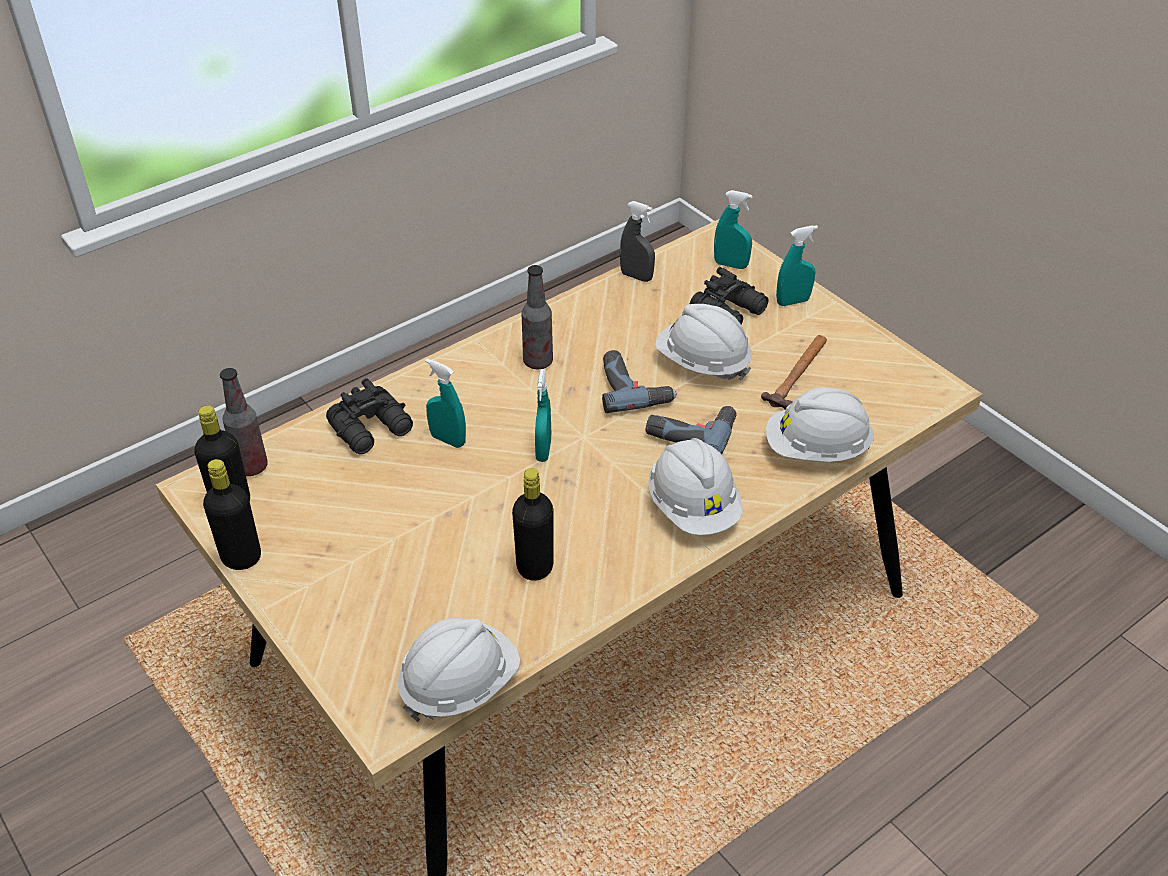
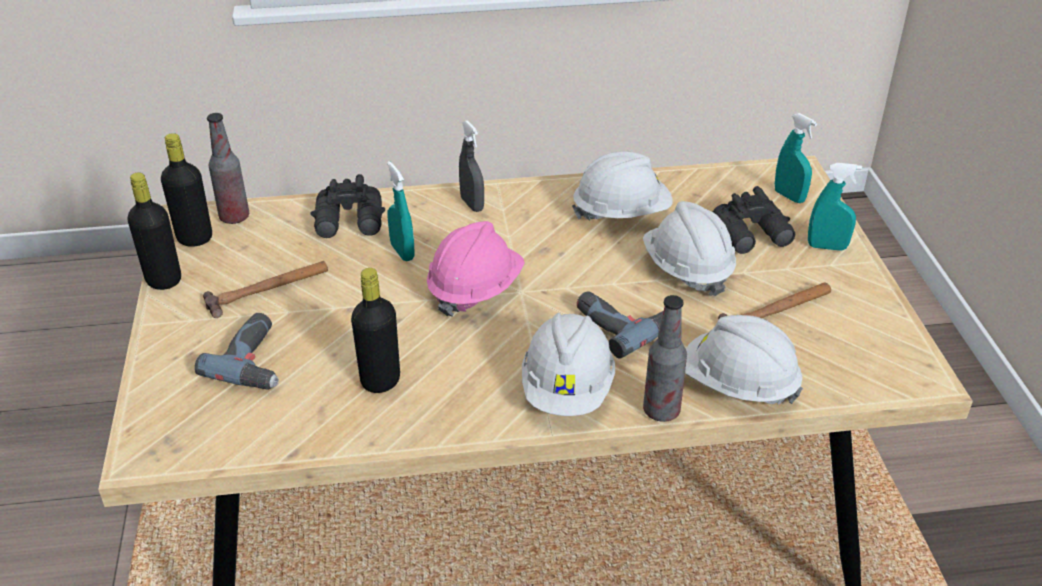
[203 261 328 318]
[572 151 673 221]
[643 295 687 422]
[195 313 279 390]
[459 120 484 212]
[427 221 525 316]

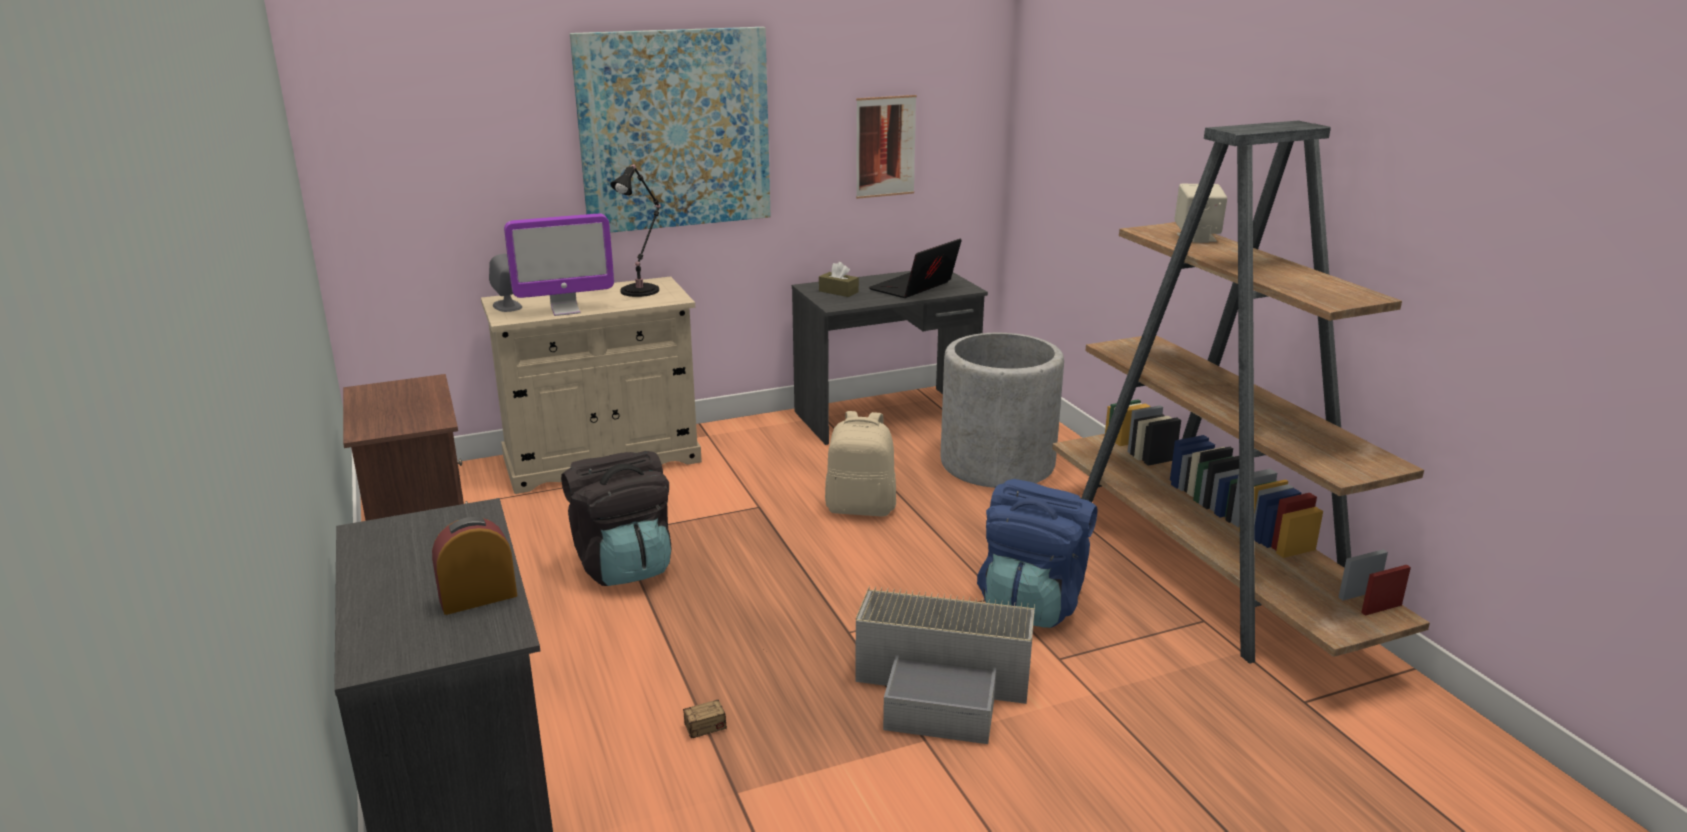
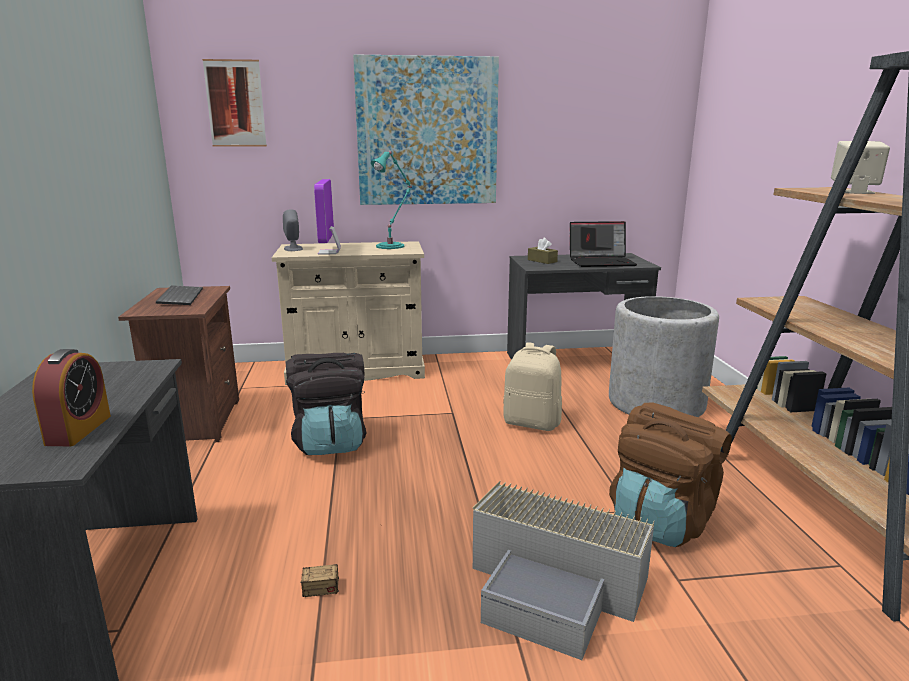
[156 285 203 305]
[202 59 267 147]
[371 151 412 249]
[609 402 732 547]
[32 349 111 446]
[314 179 341 255]
[570 221 637 267]

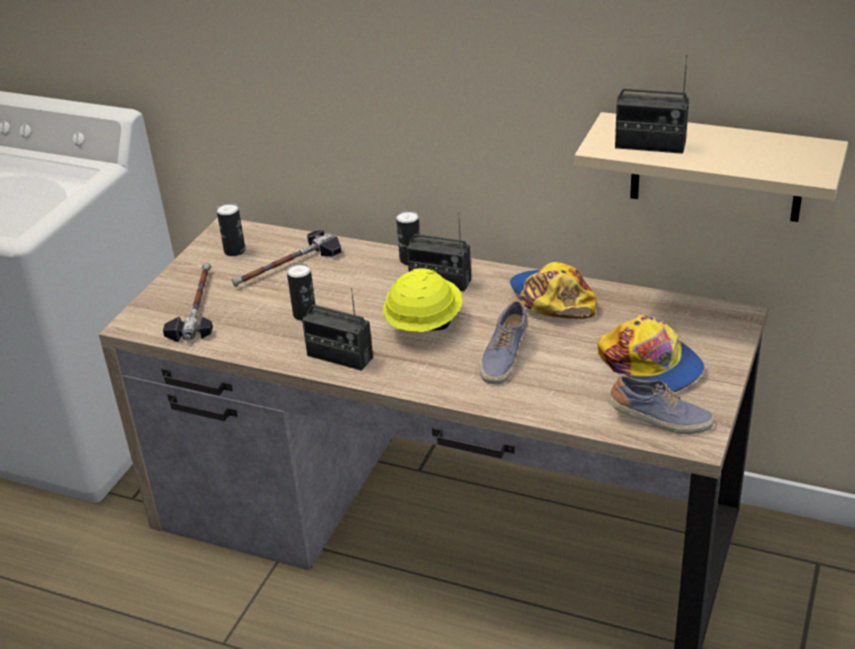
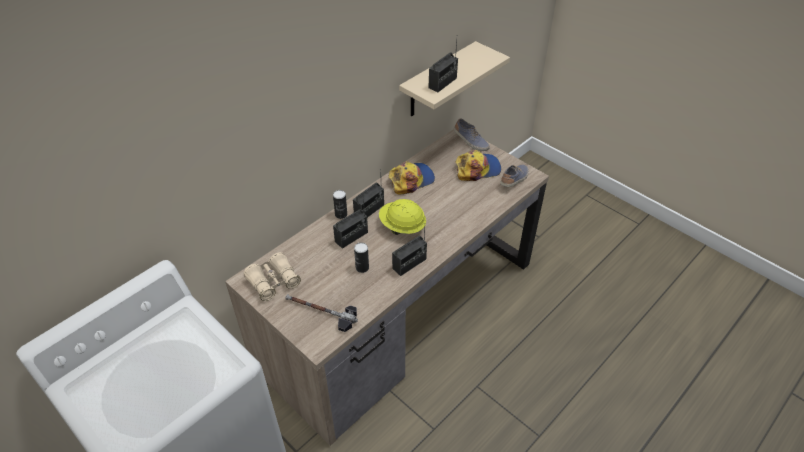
[232 230 342 287] (first image)
[333 196 368 249]
[454 118 490 151]
[243 252 301 301]
[389 161 435 195]

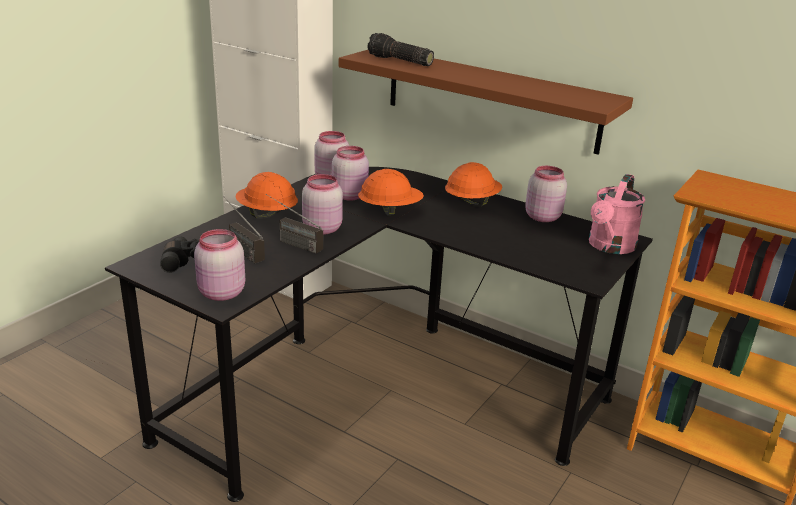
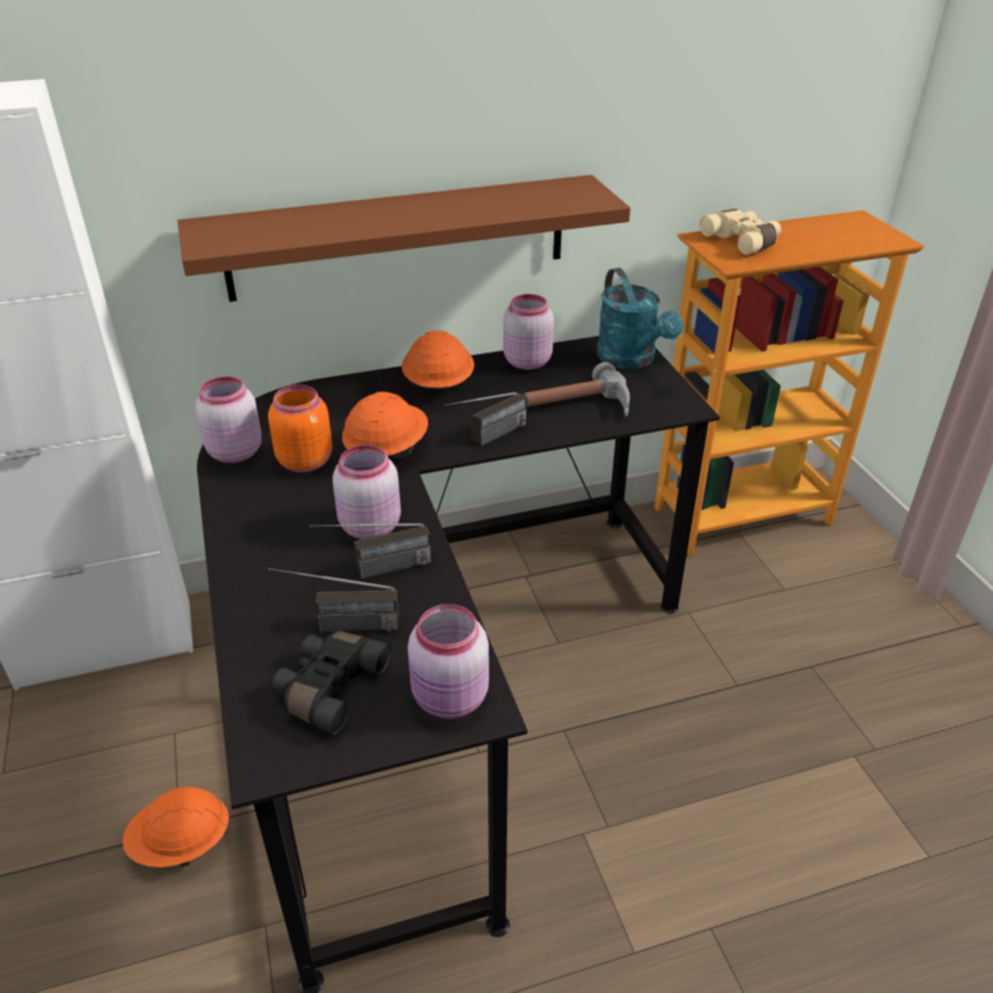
[368 33 434 66] (first image)
[445 392 527 446]
[524 362 630 417]
[700 209 781 254]
[122 787 229 867]
[268 385 333 472]
[597 268 683 369]

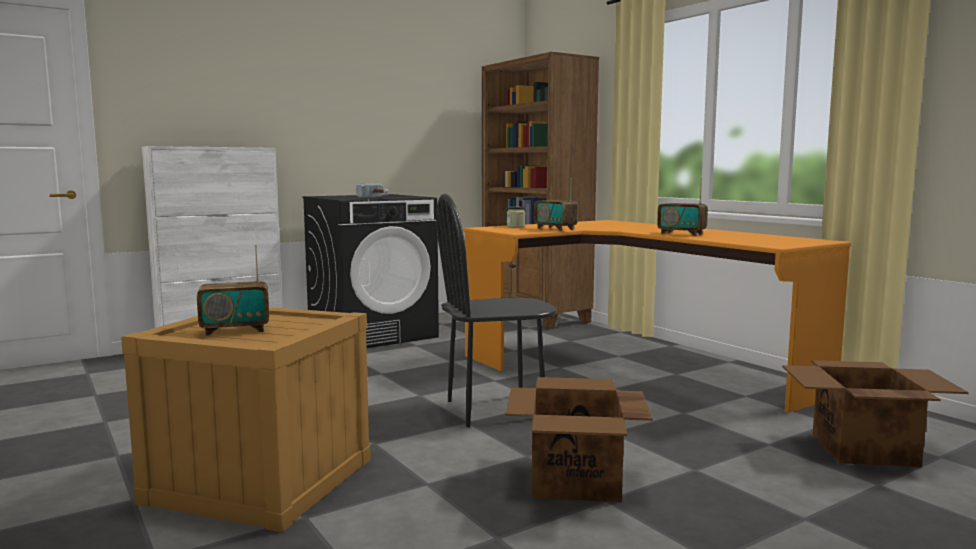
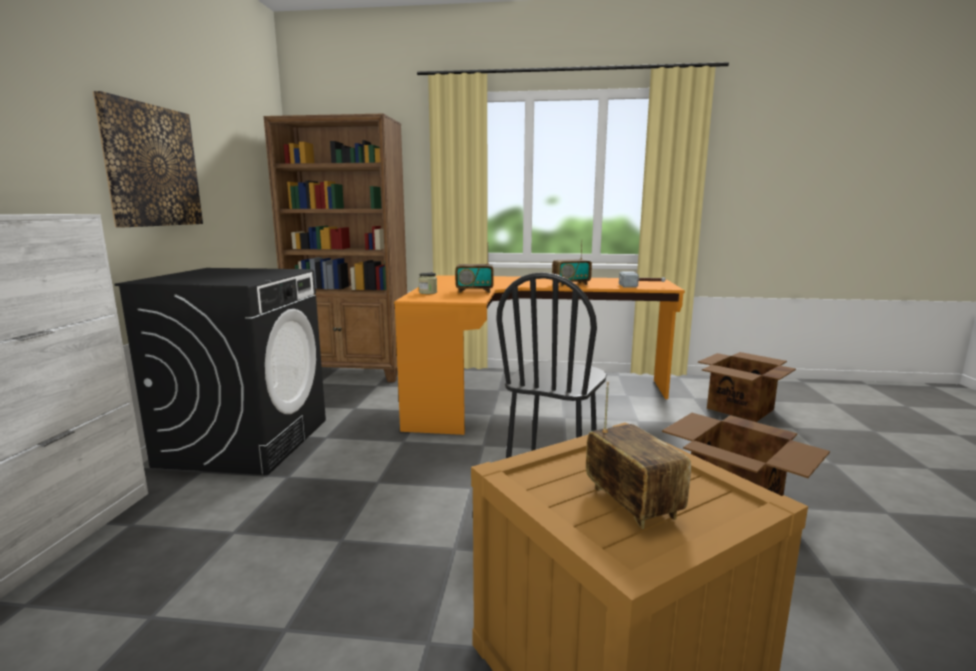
[93 91 203 228]
[619 271 666 288]
[586 381 691 529]

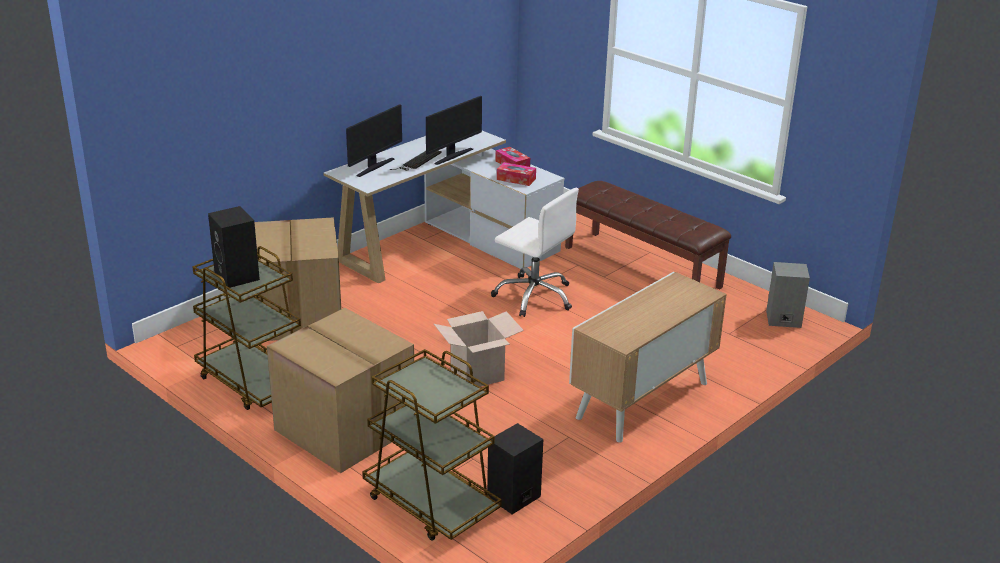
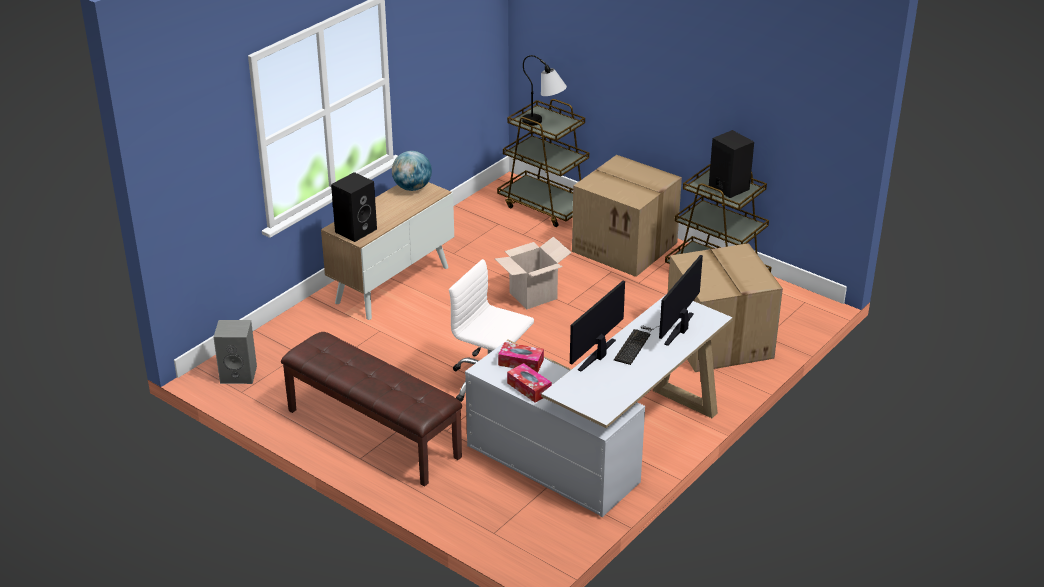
[392 151 432 191]
[522 55 567 126]
[331 172 377 242]

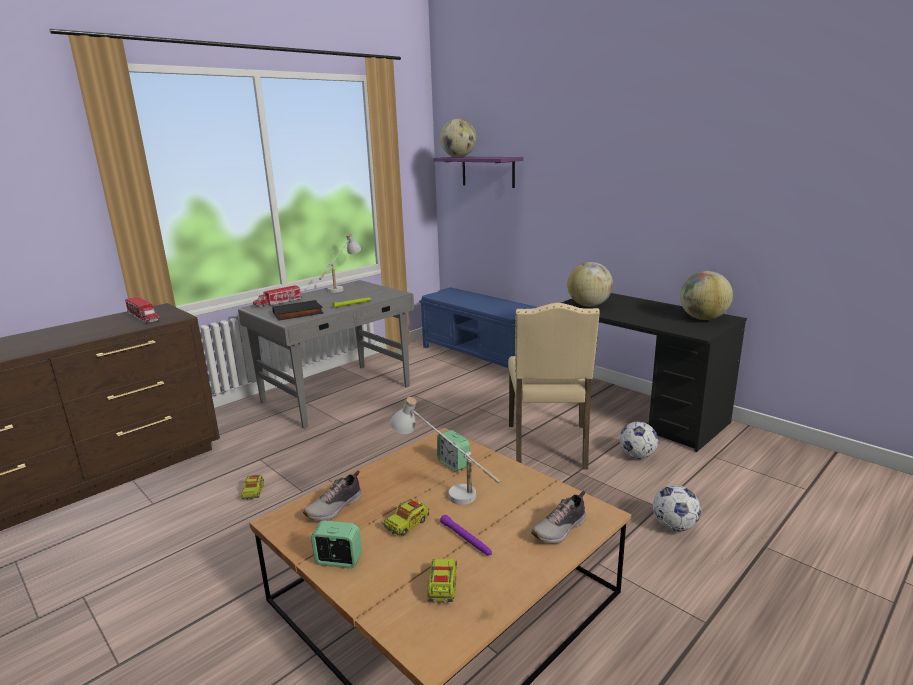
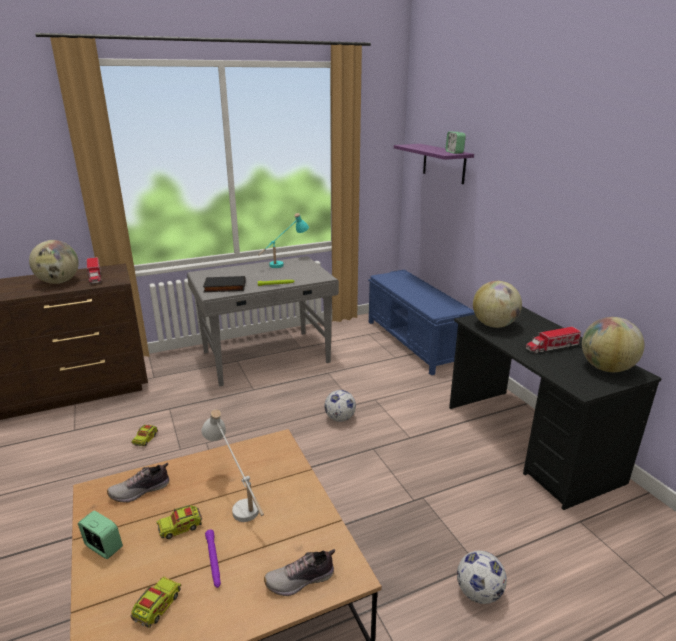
[508 303 600 470] (first image)
[526 327 581 354]
[446 132 466 154]
[29 240 79 284]
[324 390 356 422]
[258 213 309 268]

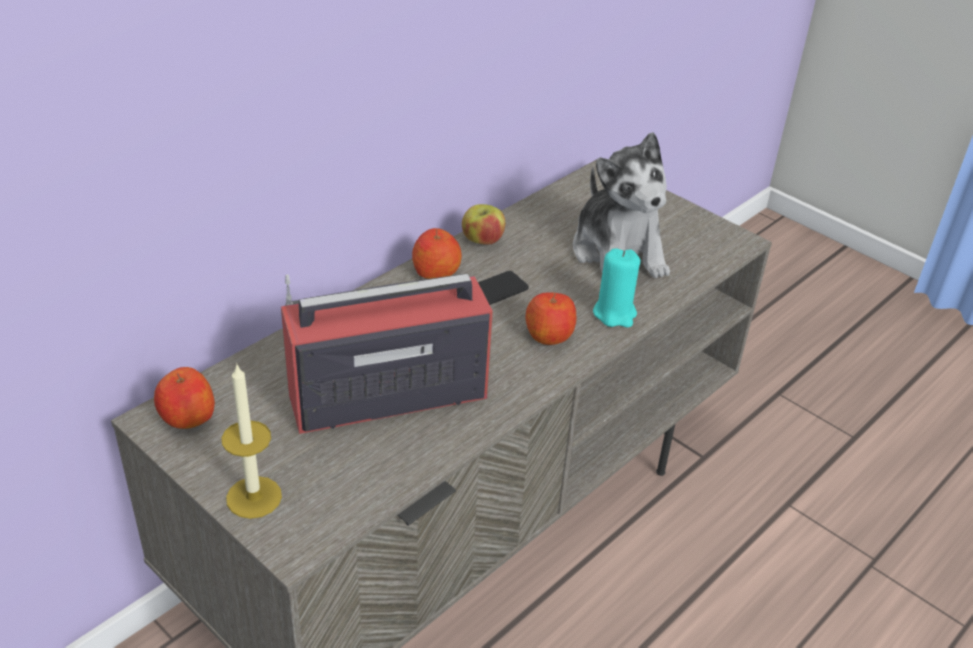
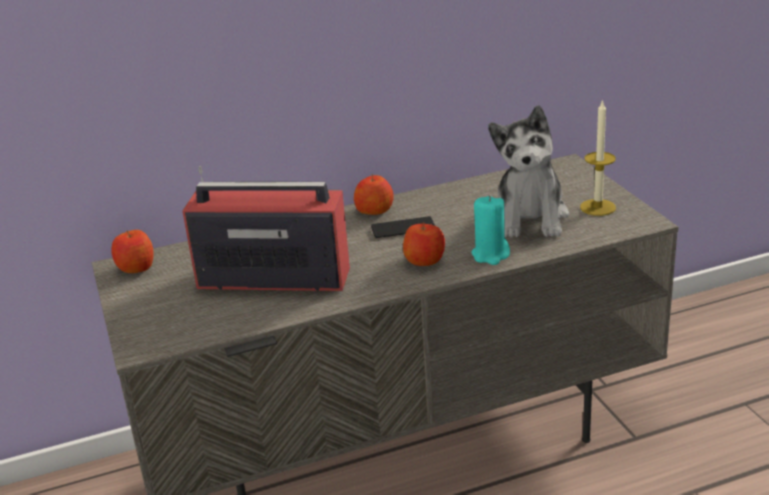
[462 204 505 245] (first image)
[580 99 616 216]

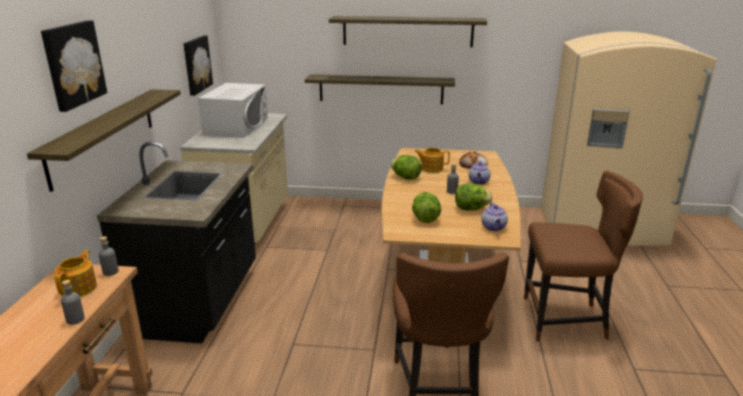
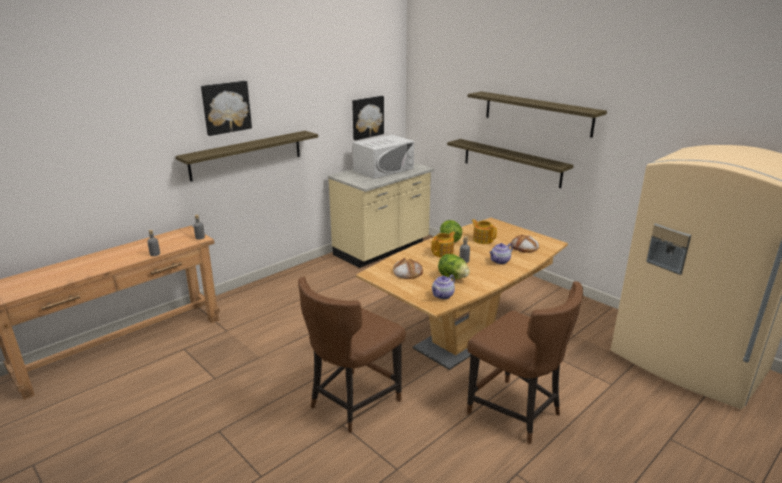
[97 142 256 343] (first image)
[431 232 455 257]
[393 257 423 279]

